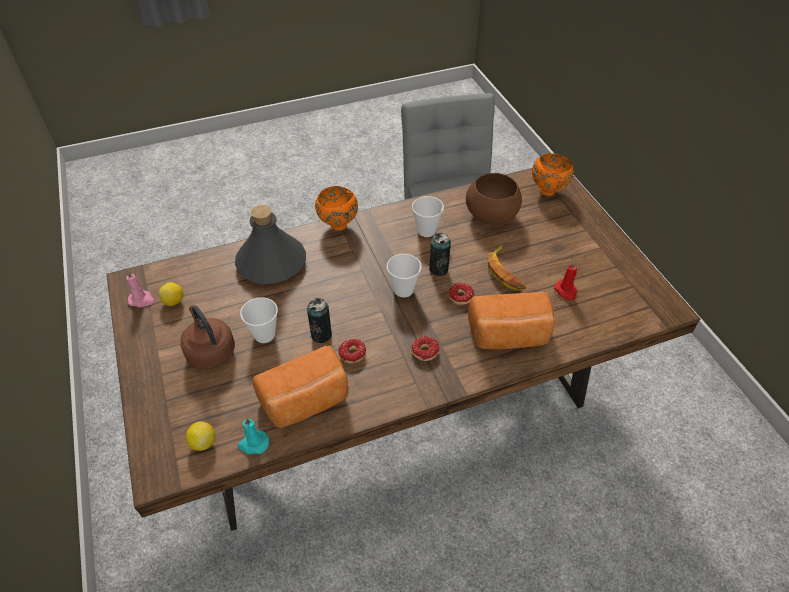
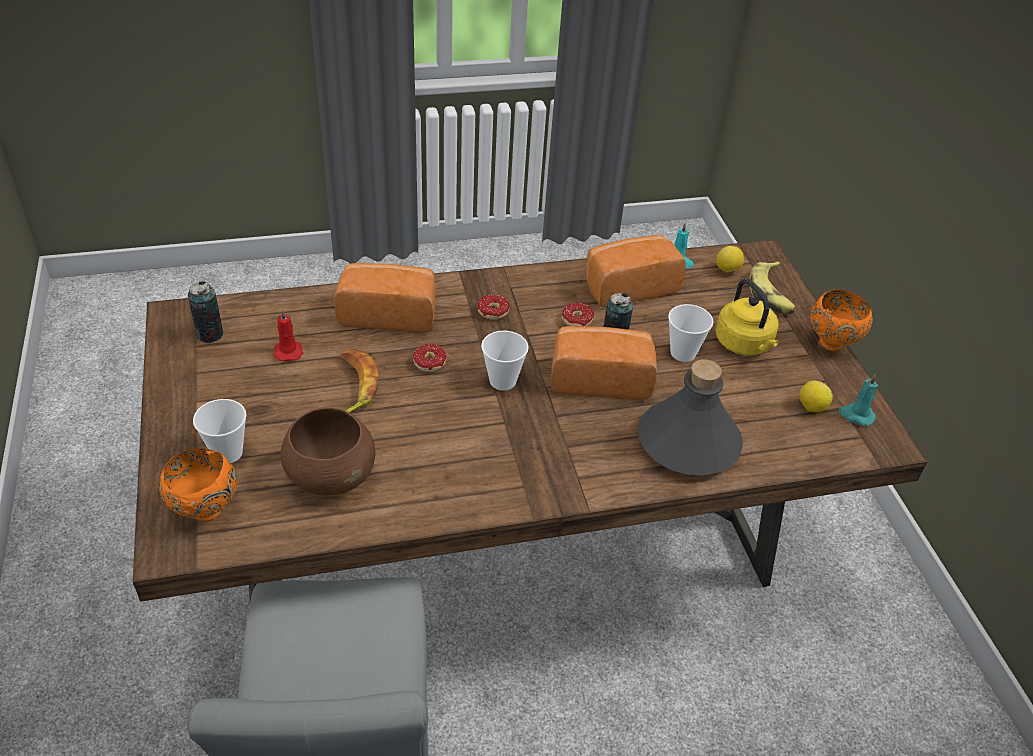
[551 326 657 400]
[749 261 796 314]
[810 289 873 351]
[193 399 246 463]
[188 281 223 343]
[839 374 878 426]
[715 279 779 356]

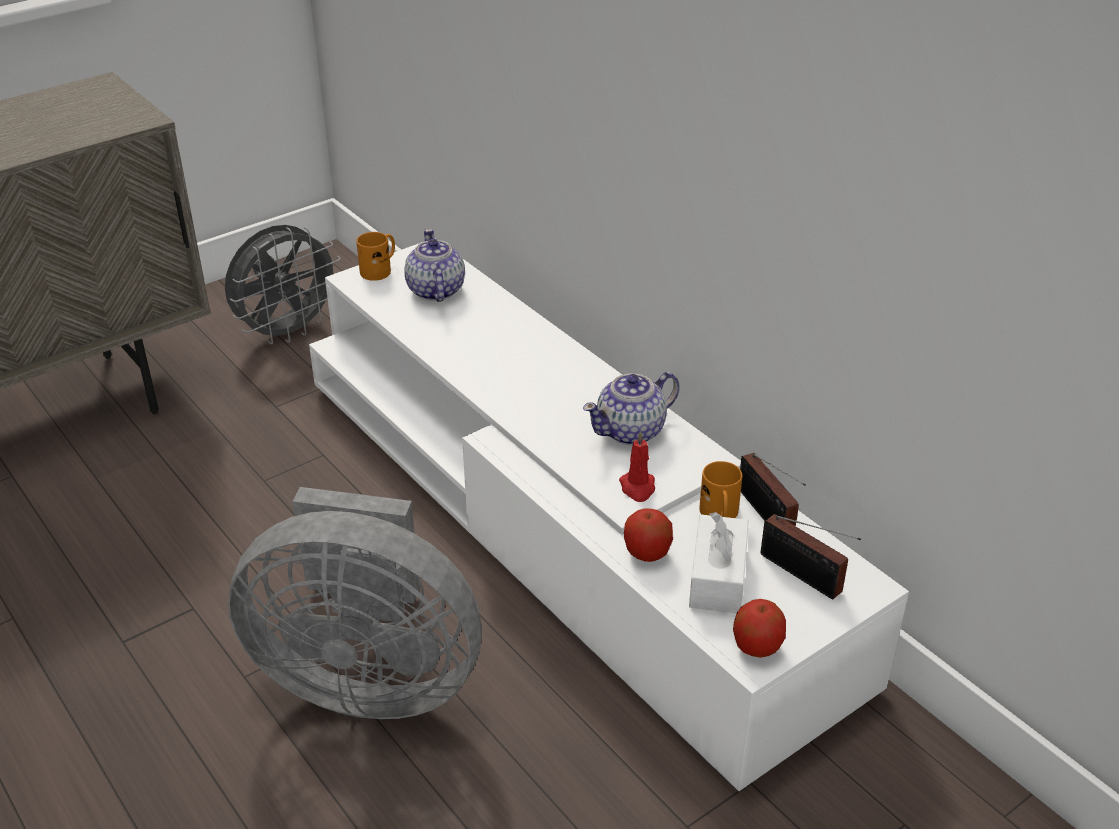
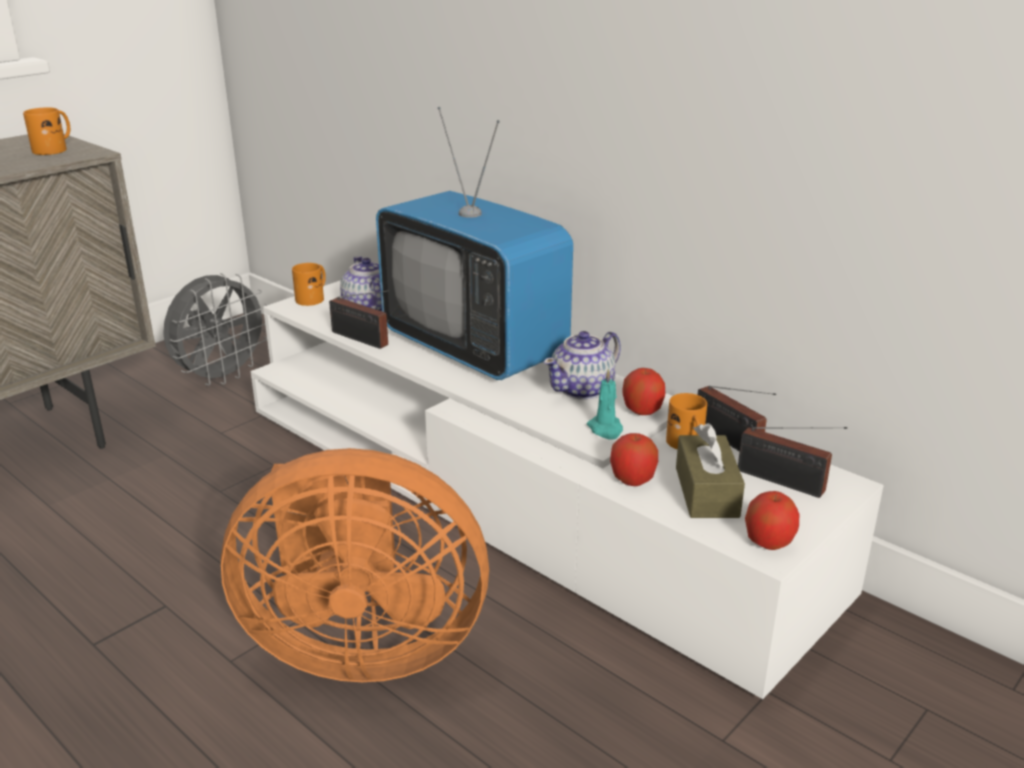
[23 108 70 155]
[329 290 389 349]
[376 107 573 380]
[622 368 665 415]
[221 448 489 682]
[587 368 623 440]
[676 423 745 518]

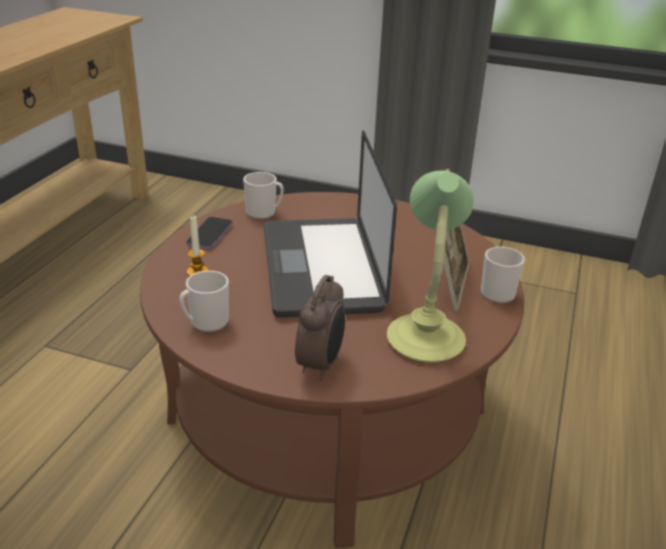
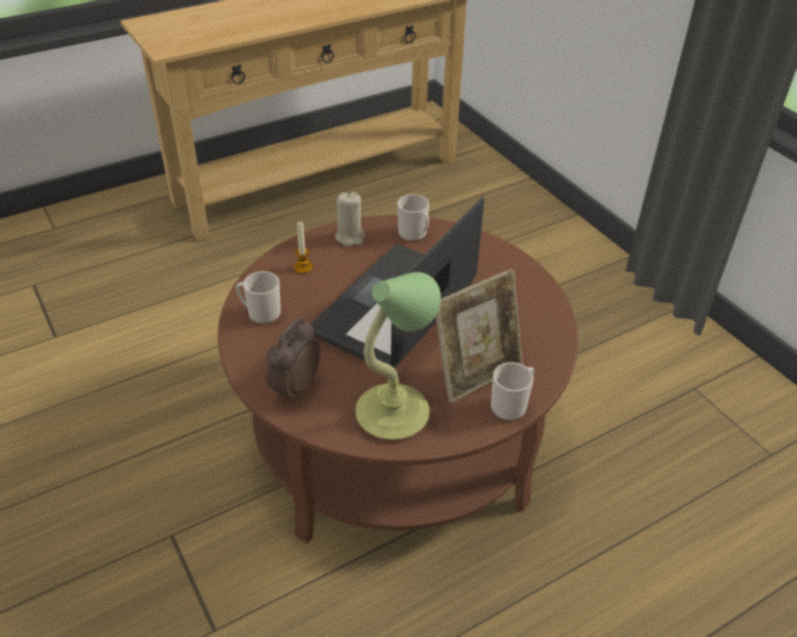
[335 192 365 246]
[266 318 320 403]

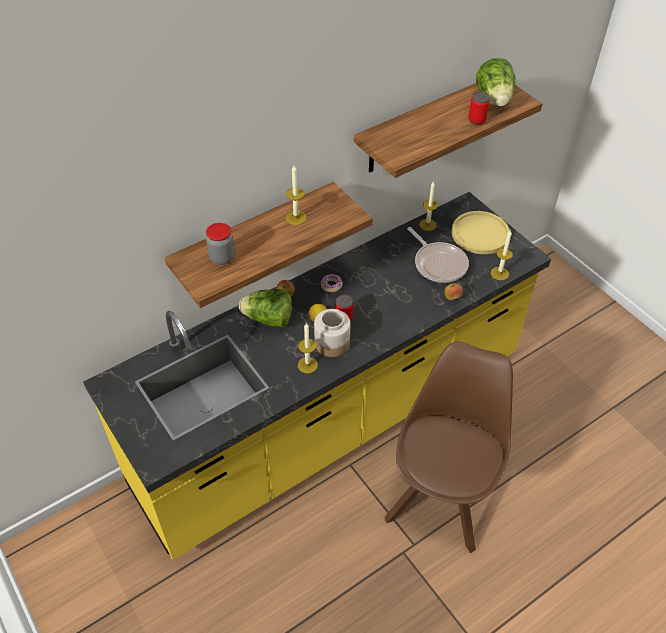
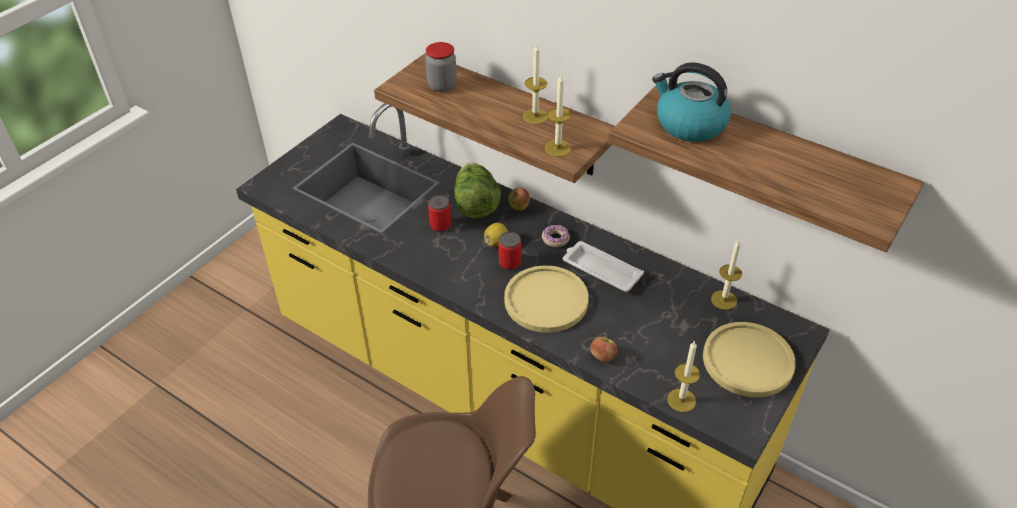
[314 309 351 357] (first image)
[407 227 469 283] (first image)
[476 58 516 107] (first image)
[504 266 589 333]
[563 241 644 292]
[652 62 731 142]
[545 75 571 157]
[428 195 451 232]

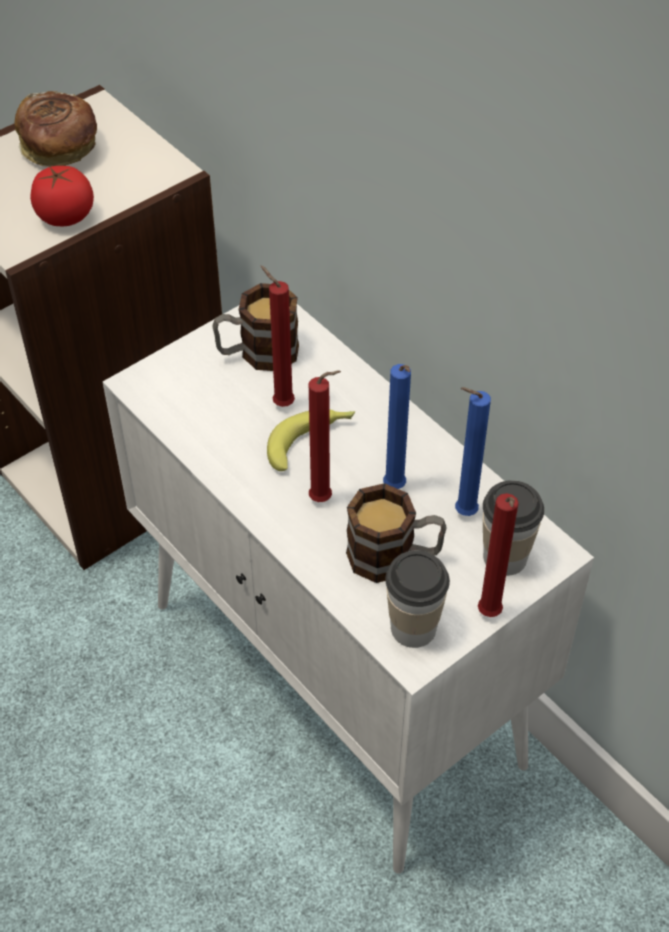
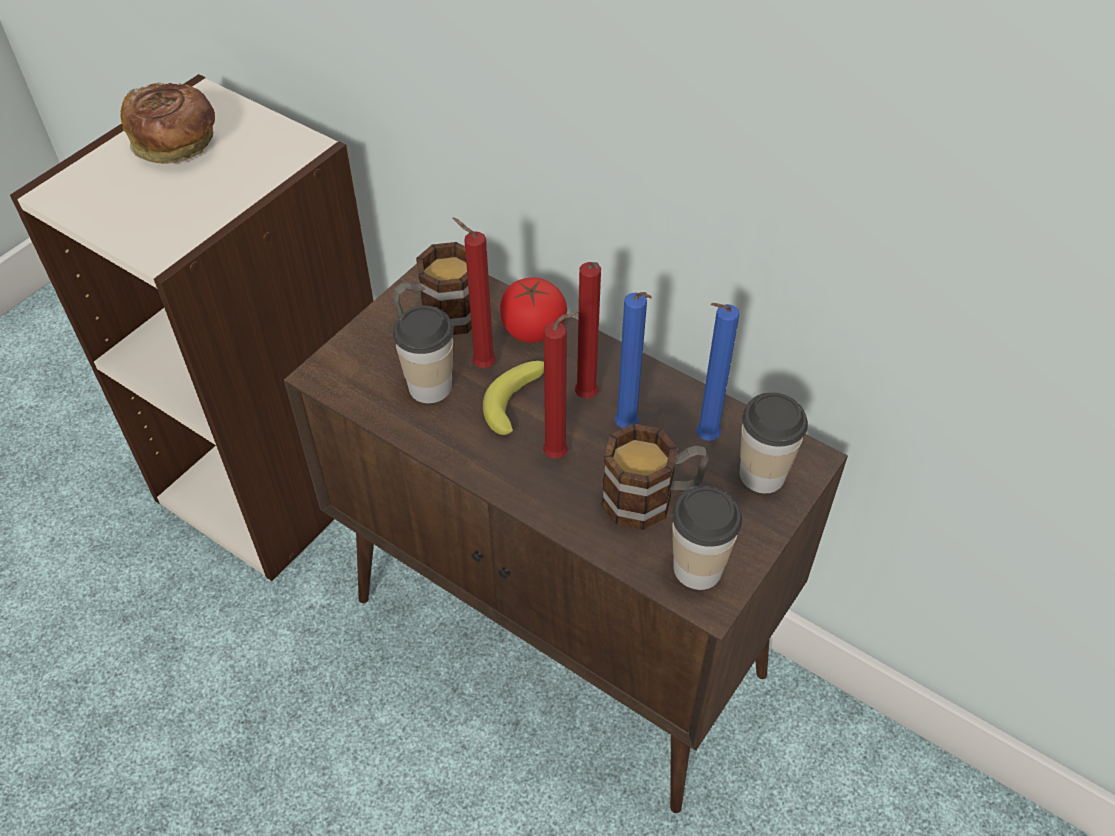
[393 305 454 403]
[500 277 567 343]
[575 262 601 398]
[284 264 848 813]

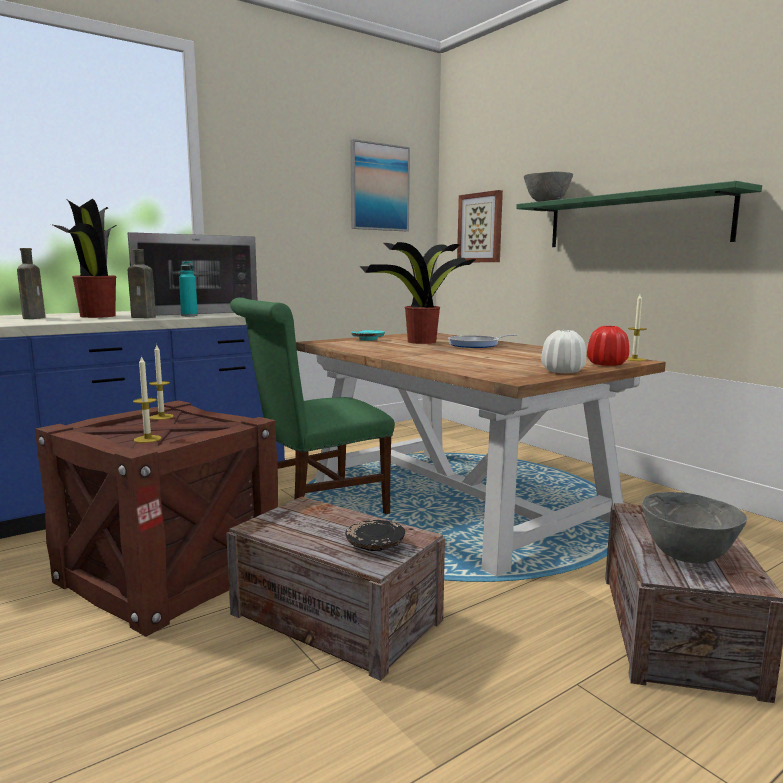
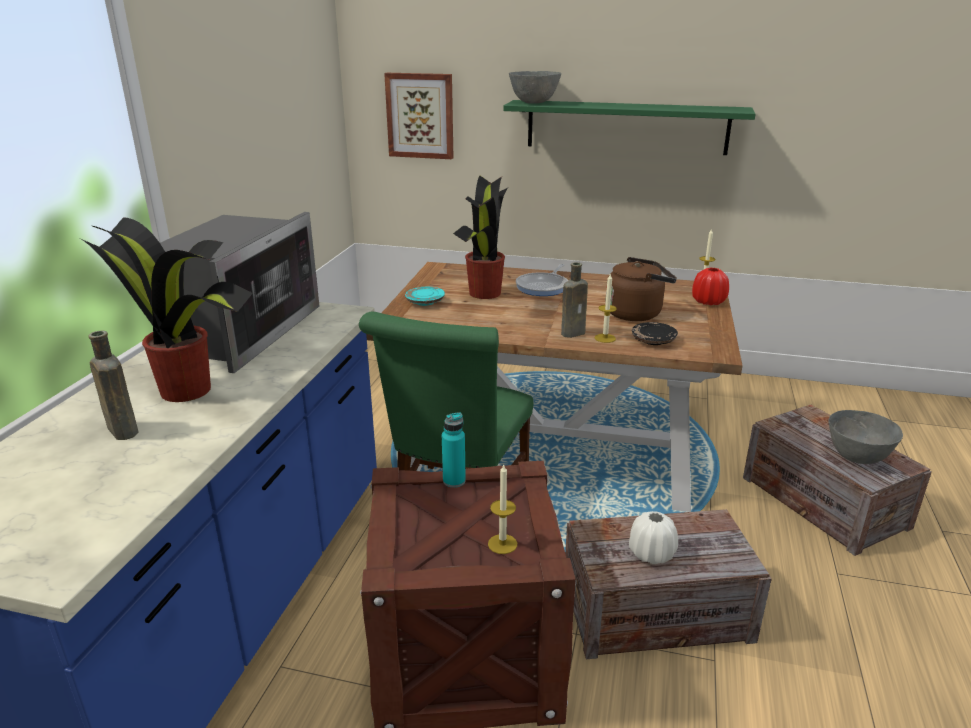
[351 139 410 231] (first image)
[605 257 677 321]
[561 262 588 338]
[595 274 617 343]
[442 412 466 488]
[632 322 678 345]
[629 511 678 564]

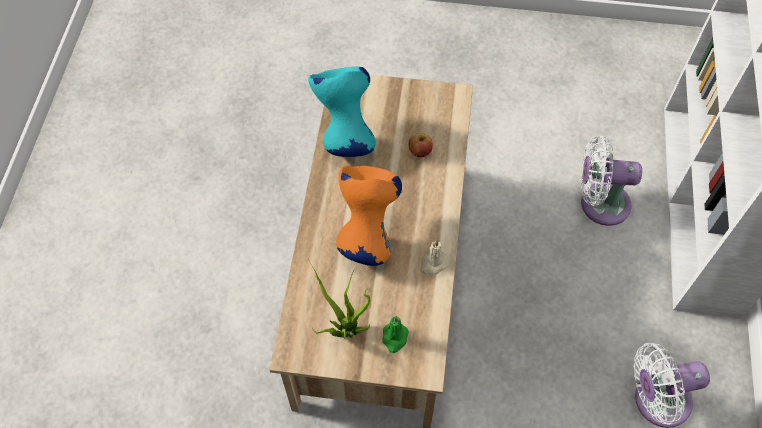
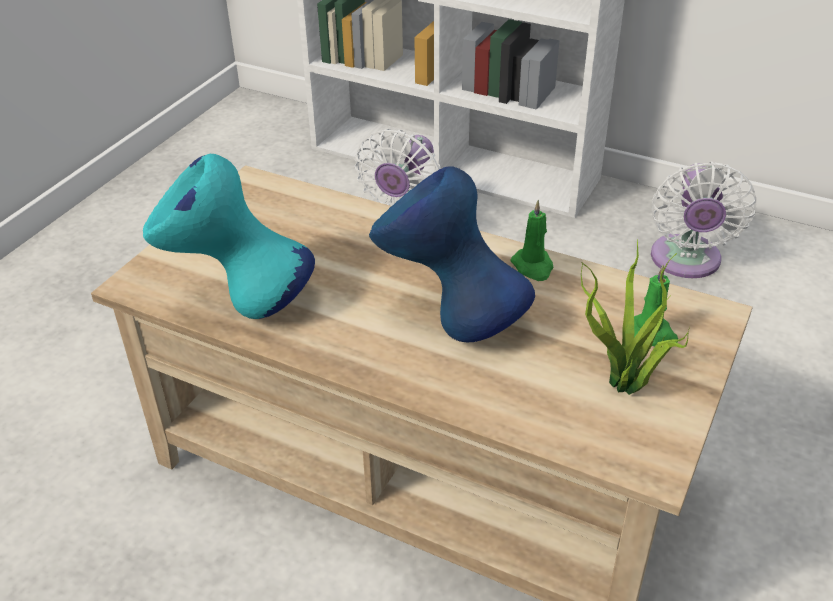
[408 133 433 158] (first image)
[369 166 535 342]
[510 200 553 281]

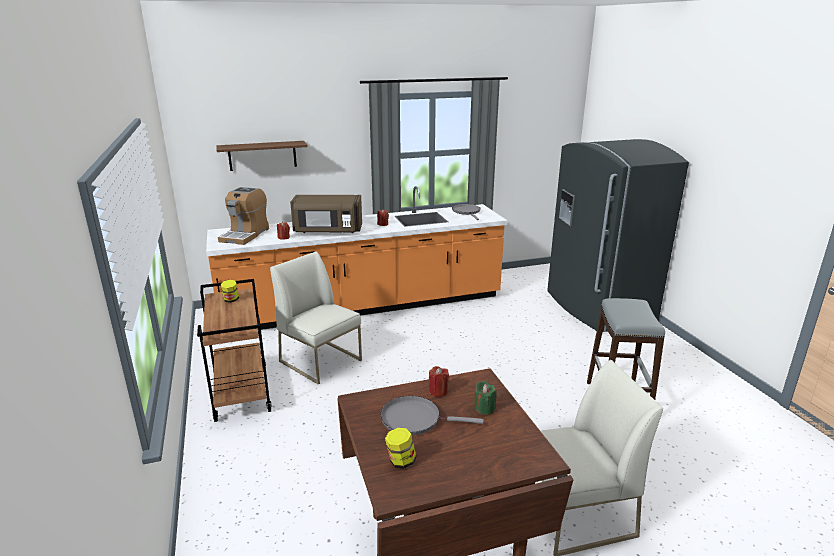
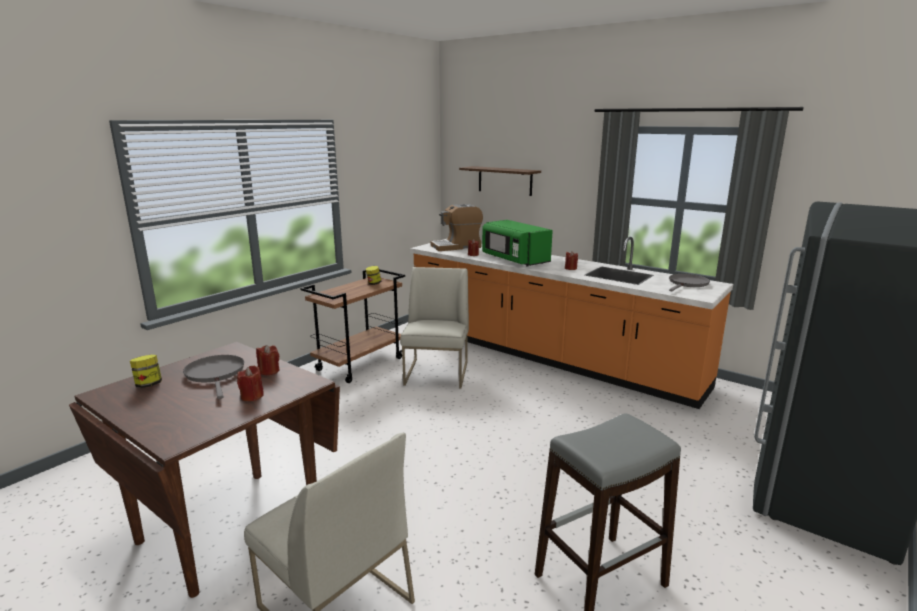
[482 220 553 267]
[237 366 264 401]

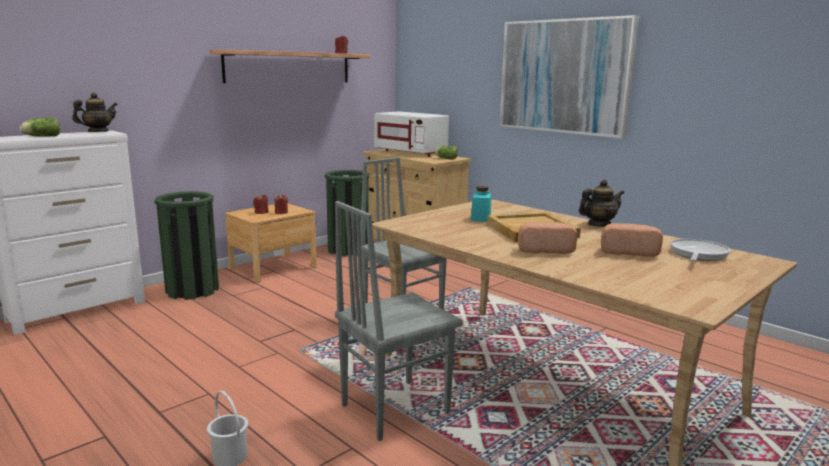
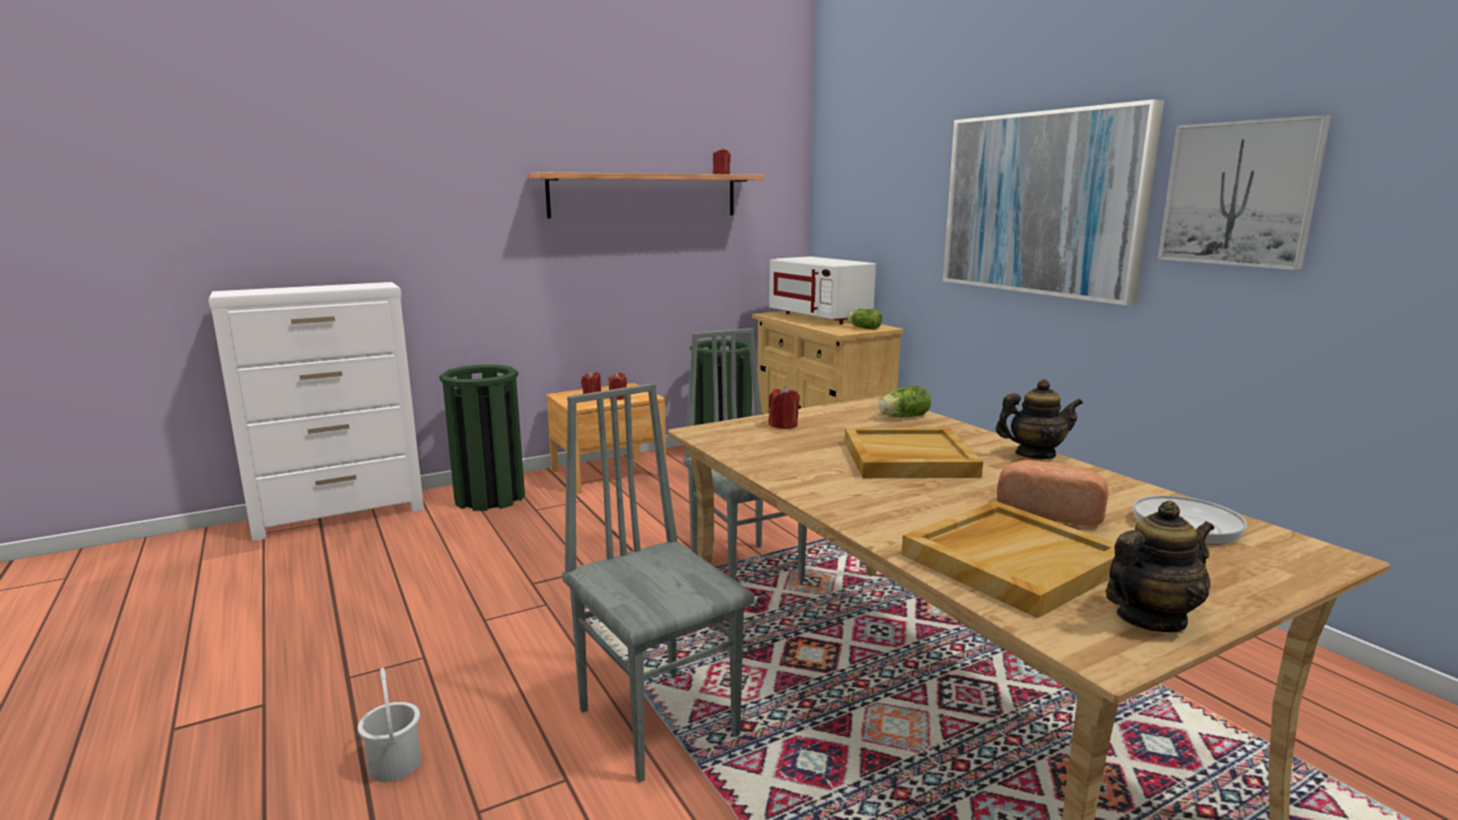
[471 186 491 222] (first image)
[518 221 577 254] (first image)
[768 386 800 429]
[902 501 1115 618]
[1158 115 1332 270]
[878 386 931 417]
[1105 501 1214 632]
[562 383 755 783]

